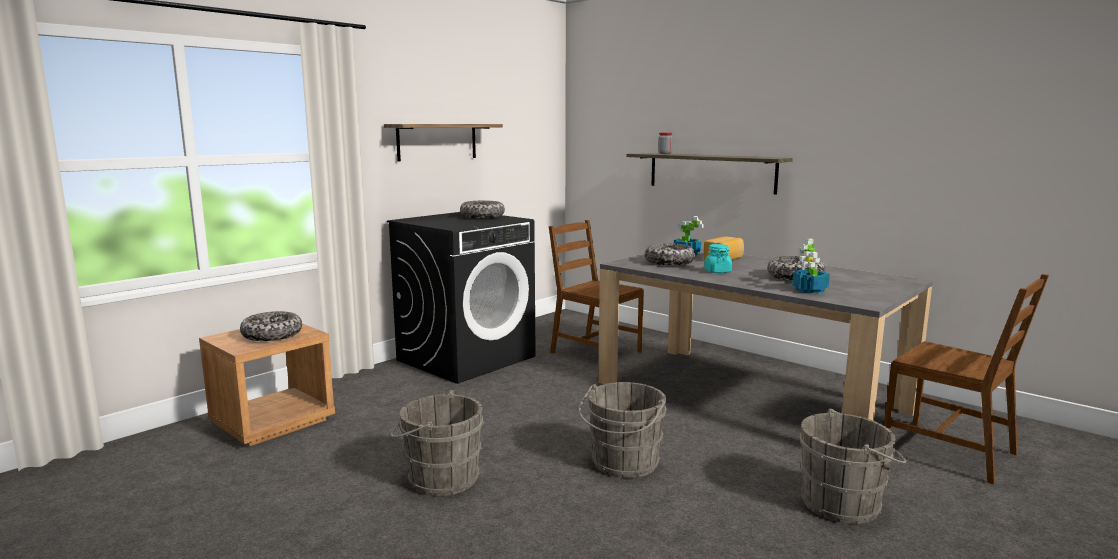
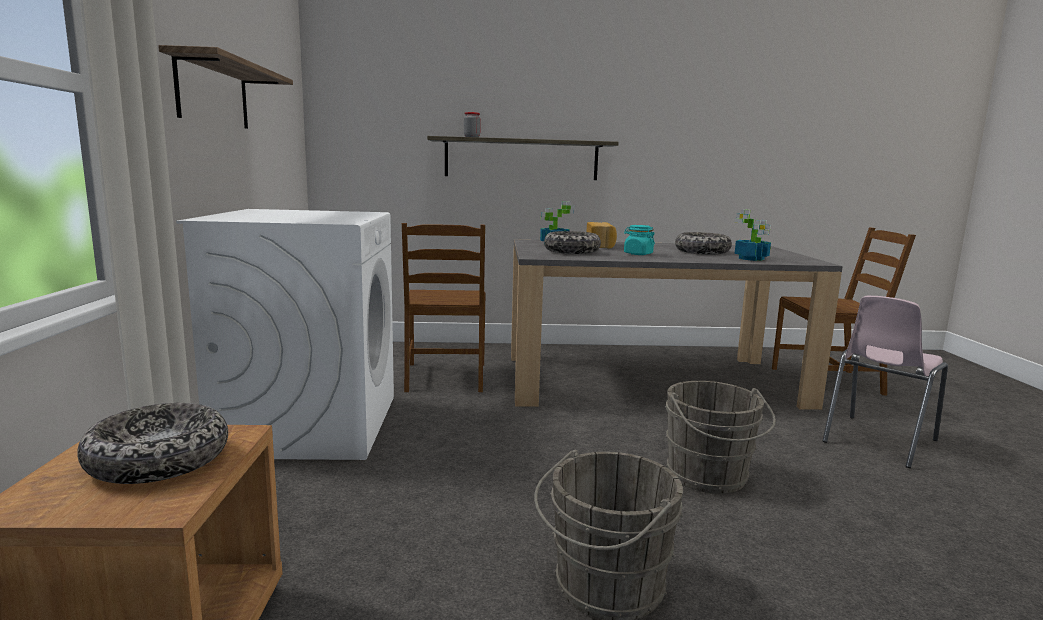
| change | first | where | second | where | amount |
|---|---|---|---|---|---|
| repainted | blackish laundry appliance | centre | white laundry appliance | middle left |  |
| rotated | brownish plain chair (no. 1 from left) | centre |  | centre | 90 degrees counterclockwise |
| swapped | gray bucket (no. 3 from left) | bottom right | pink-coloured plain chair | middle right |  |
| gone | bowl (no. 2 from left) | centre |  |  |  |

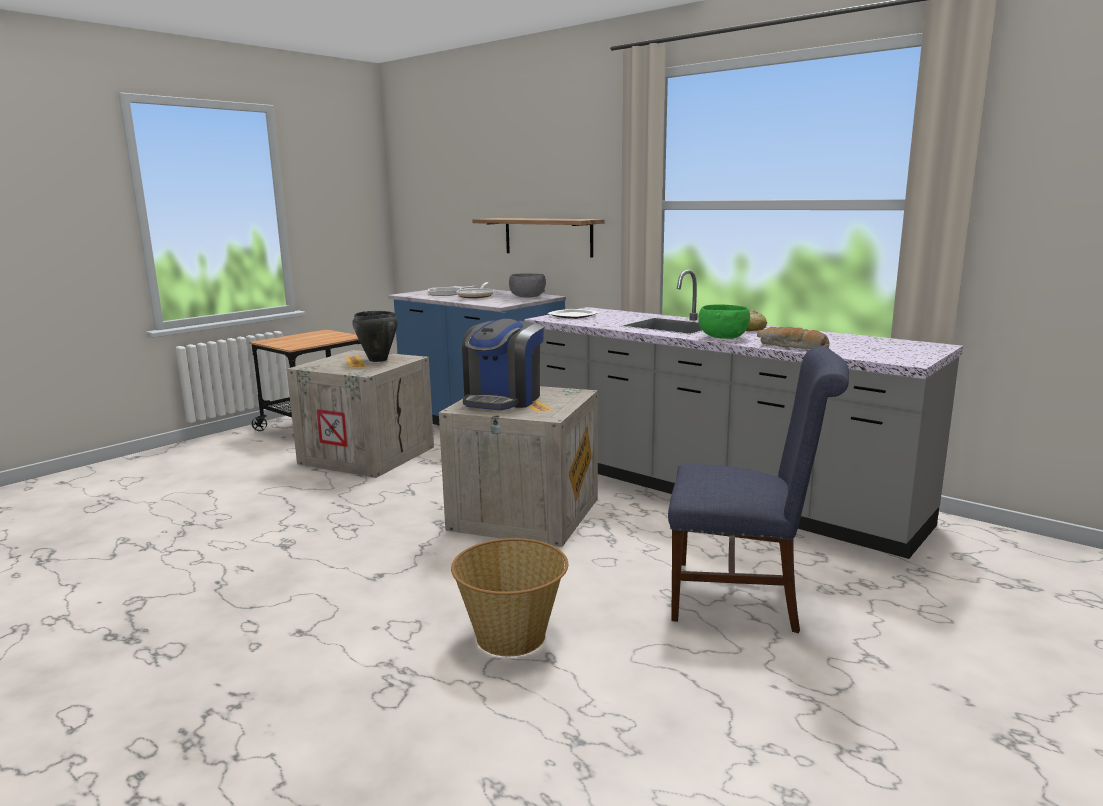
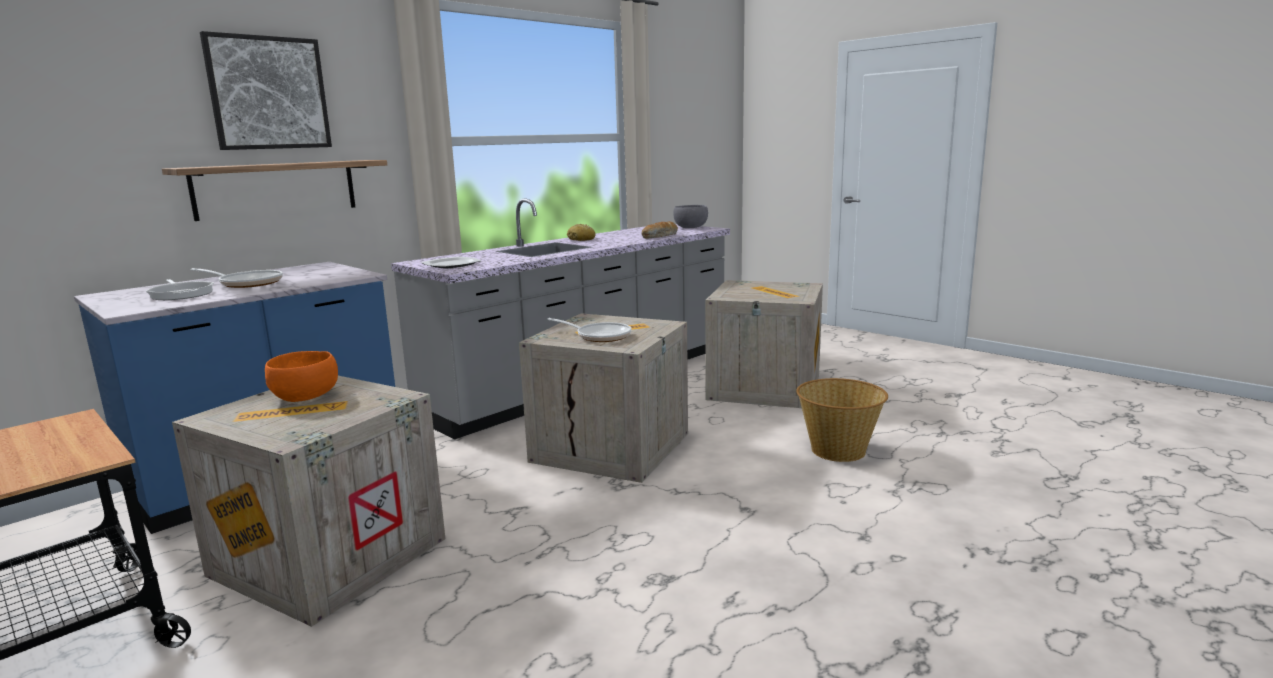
| change | first | where | second | where | amount |
|---|---|---|---|---|---|
| new |  |  | picture | top left |  |
| swapped | blackish cooking pot | centre | orange bowl | middle left |  |
| swapped | coffee machine | centre | skillet (no. 3 from left) | centre |  |
| shifted | gray bowl | centre |  | top centre |  |
| swapped | blue plain chair | middle right | crate (no. 3 from left) | centre |  |
| gone | green-coloured bowl | centre |  |  |  |

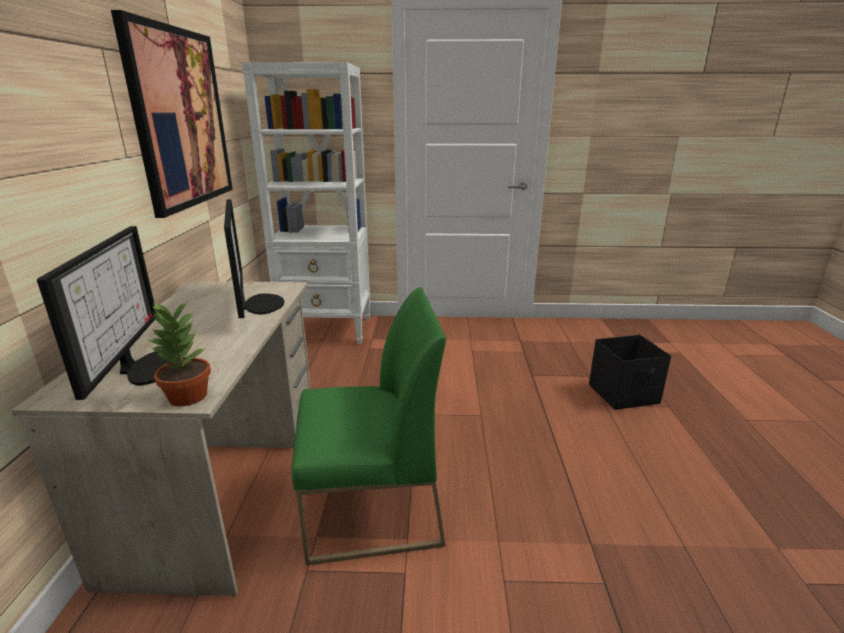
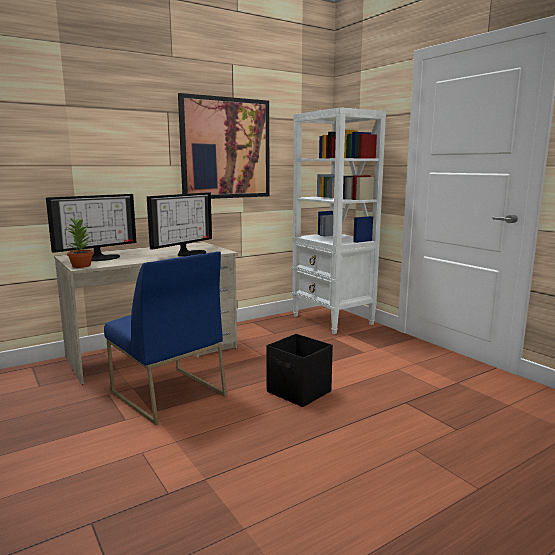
| change | first | where | second | where | amount |
|---|---|---|---|---|---|
| repainted | green-coloured plain chair | bottom centre | blue plain chair | middle left |  |
| shifted | blackish storage container | middle right |  | bottom centre |  |

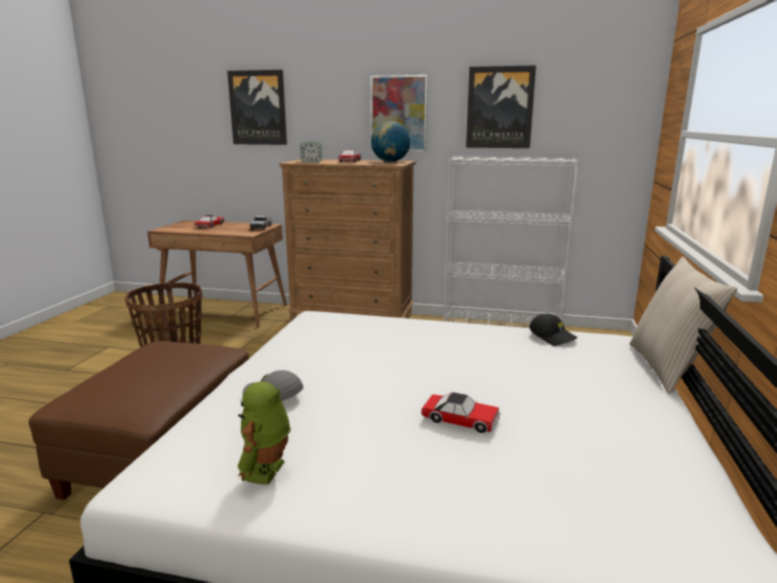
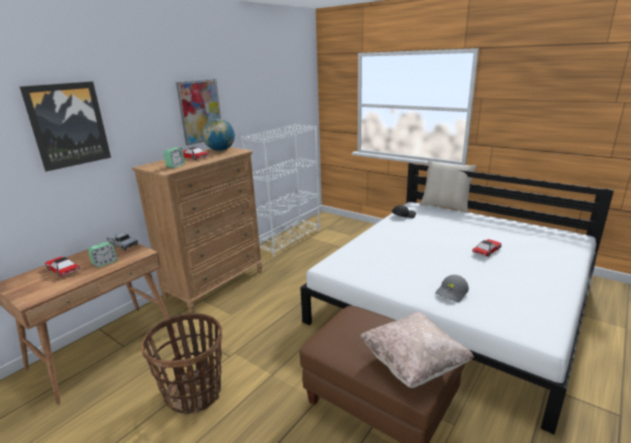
| change | first | where | second | where | amount |
|---|---|---|---|---|---|
| new |  |  | alarm clock (no. 1 from left) | middle left |  |
| new |  |  | beige cushion (no. 1 from left) | bottom centre |  |
| gone | toy robot | bottom centre |  |  |  |
| gone | picture (no. 3 from left) | top centre |  |  |  |

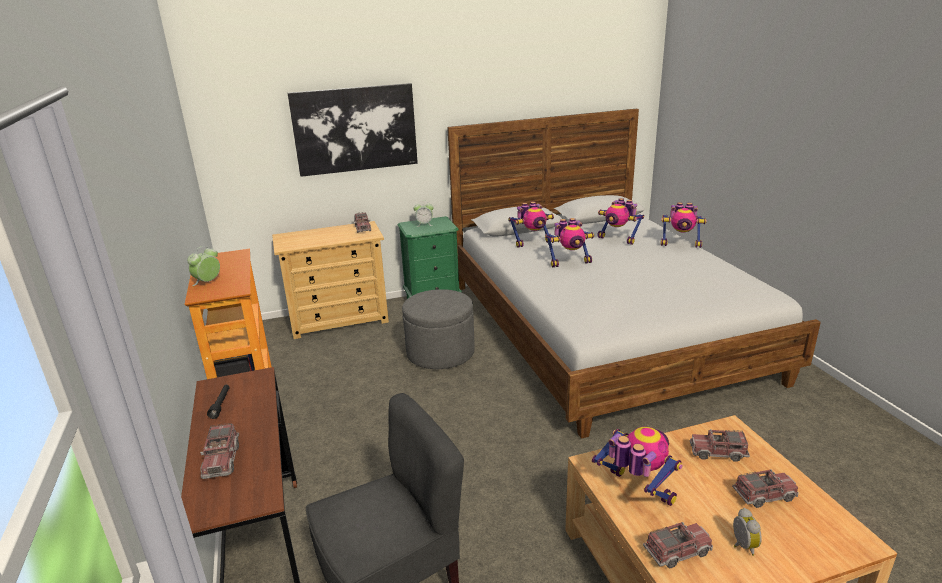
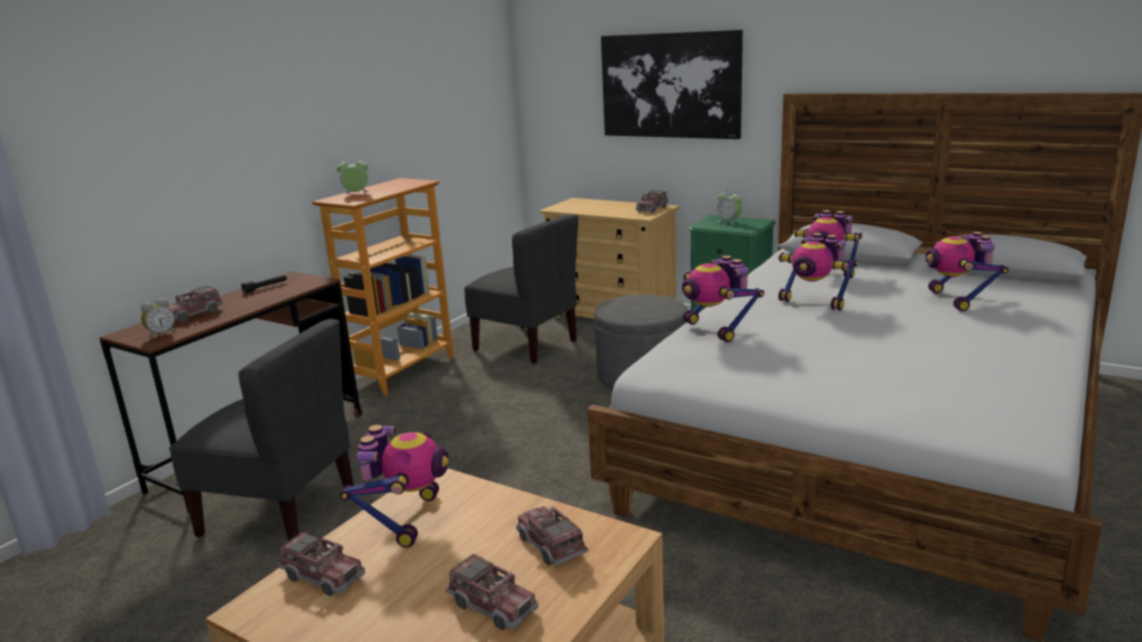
| change | first | where | second | where | amount |
|---|---|---|---|---|---|
| shifted | alarm clock (no. 3 from left in the first image) | bottom right | alarm clock (no. 1 from left) | middle left |  |
| new |  |  | gray plain chair (no. 2 from left) | centre |  |
| shifted | toy robot (no. 5 from left in the first image) | middle right | toy robot (no. 2 from left) | centre |  |

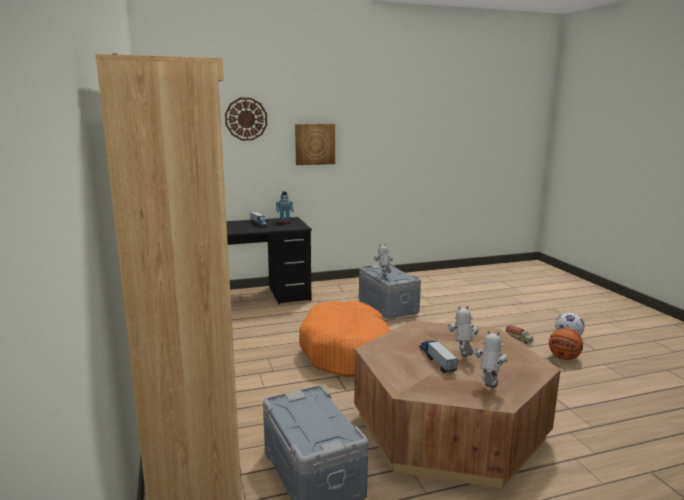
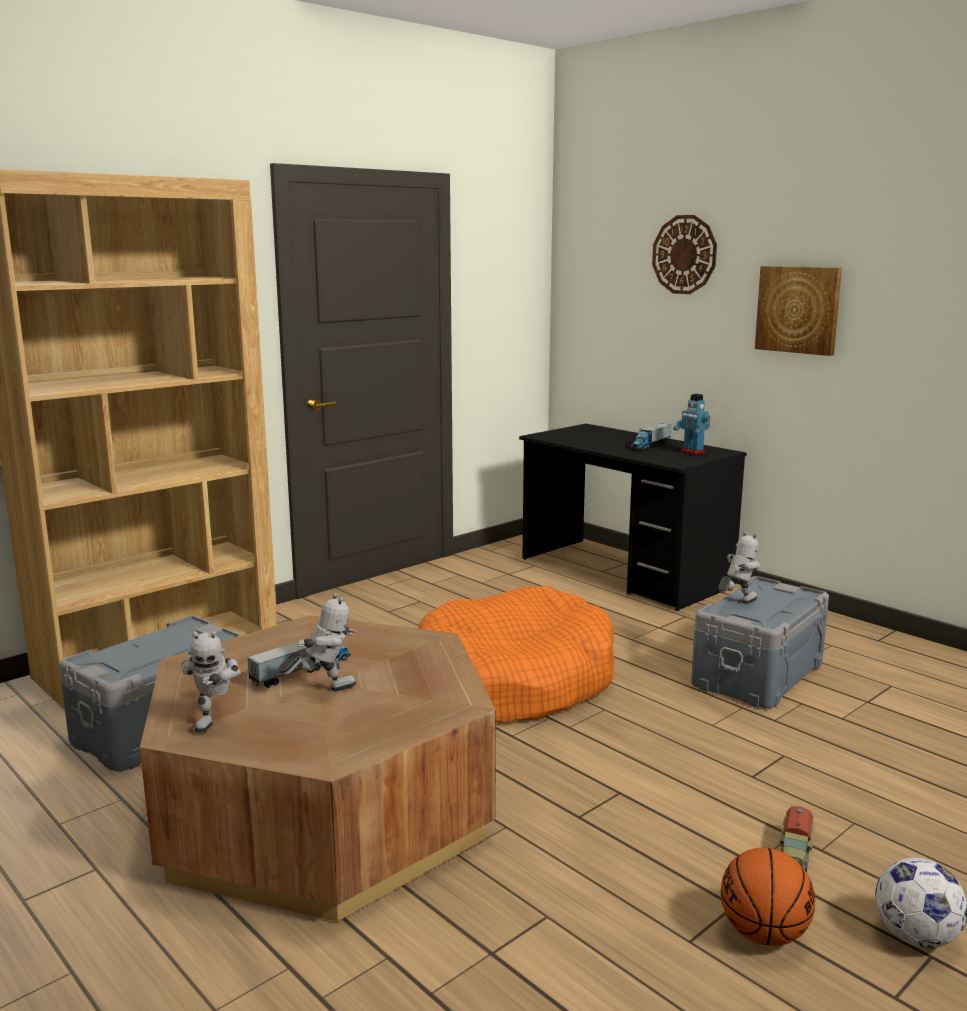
| change | first | where | second | where | amount |
|---|---|---|---|---|---|
| rotated | toy robot (no. 4 from left in the first image) | bottom right | toy robot (no. 1 from left) | bottom left | 90 degrees clockwise |

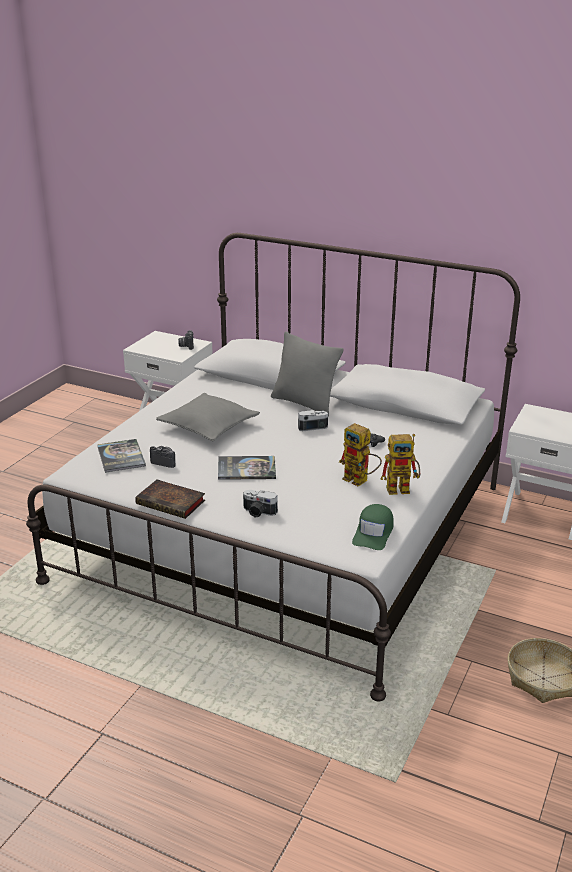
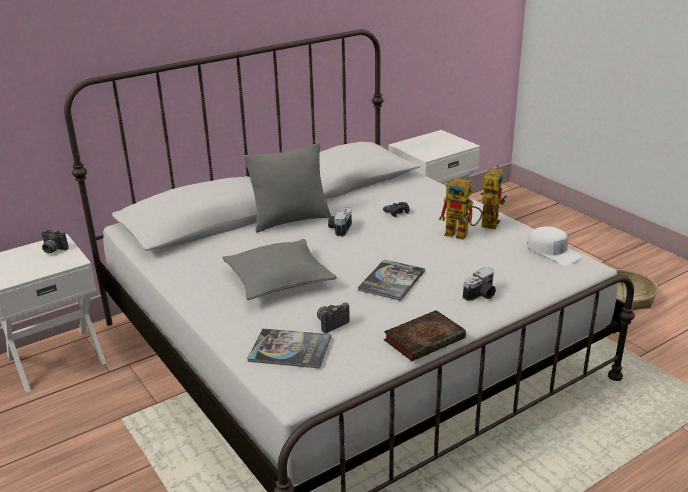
| change | first | where | second | where | amount |
|---|---|---|---|---|---|
| rotated | toy robot (no. 1 from left) | centre |  | middle right | 45 degrees clockwise |
| repainted | green-coloured peaked cap | centre | white peaked cap | middle right |  |

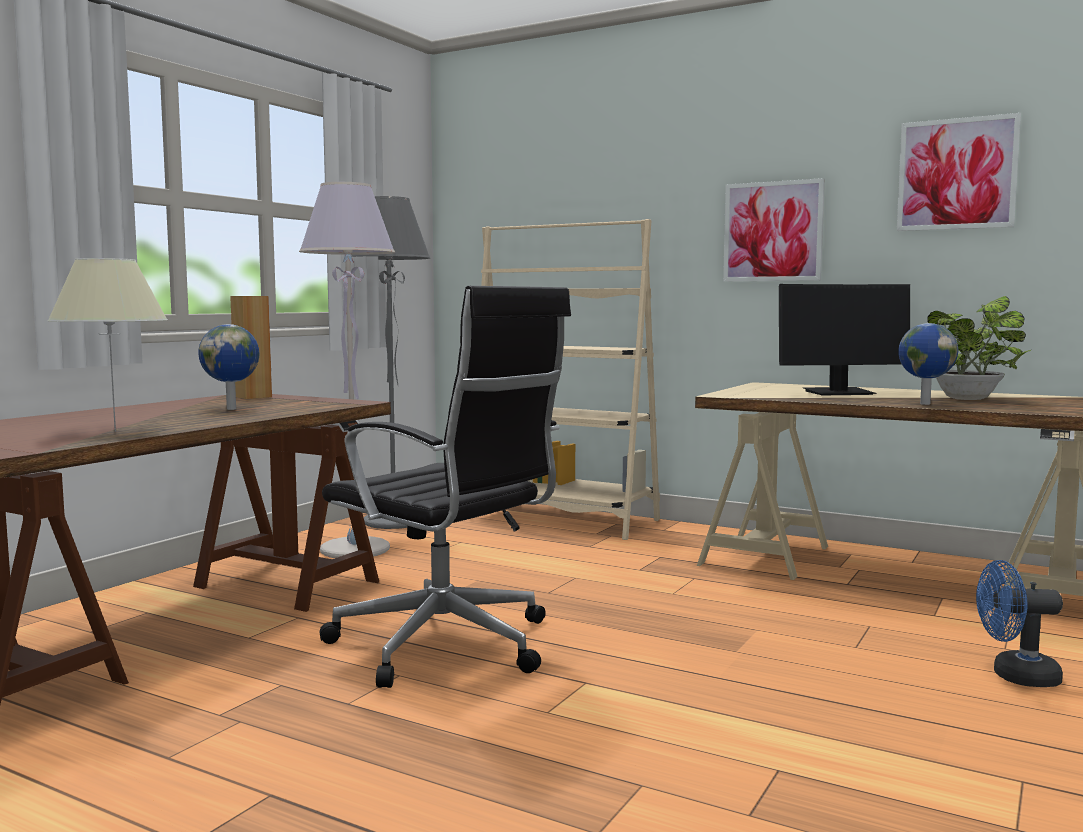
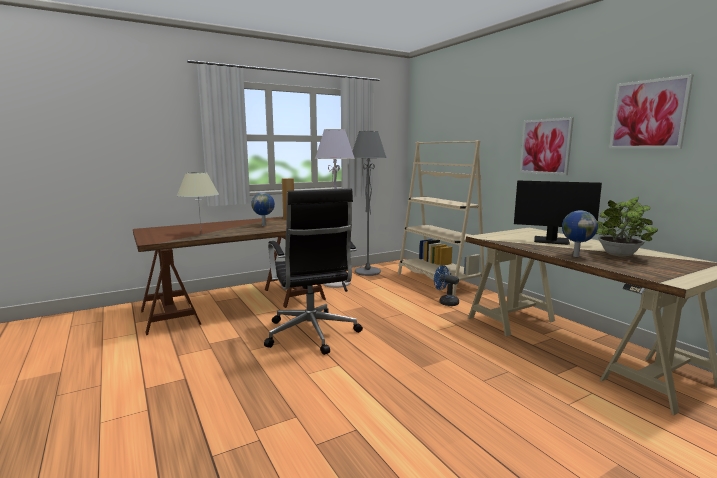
| change | first | where | second | where | amount |
|---|---|---|---|---|---|
| shifted | blue fan | bottom right |  | centre |  |

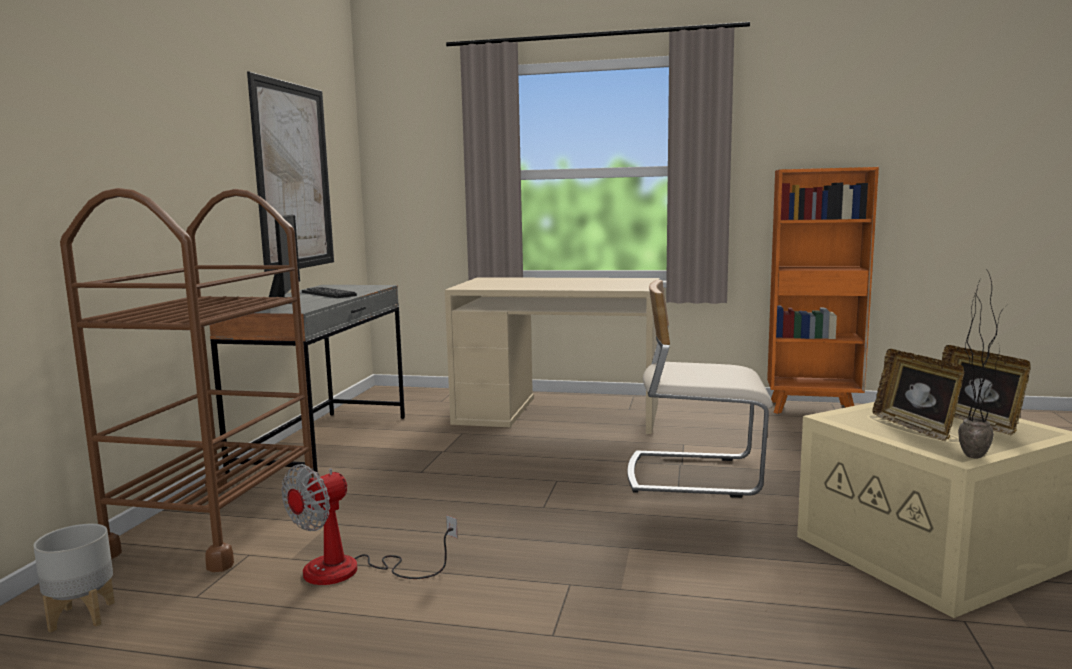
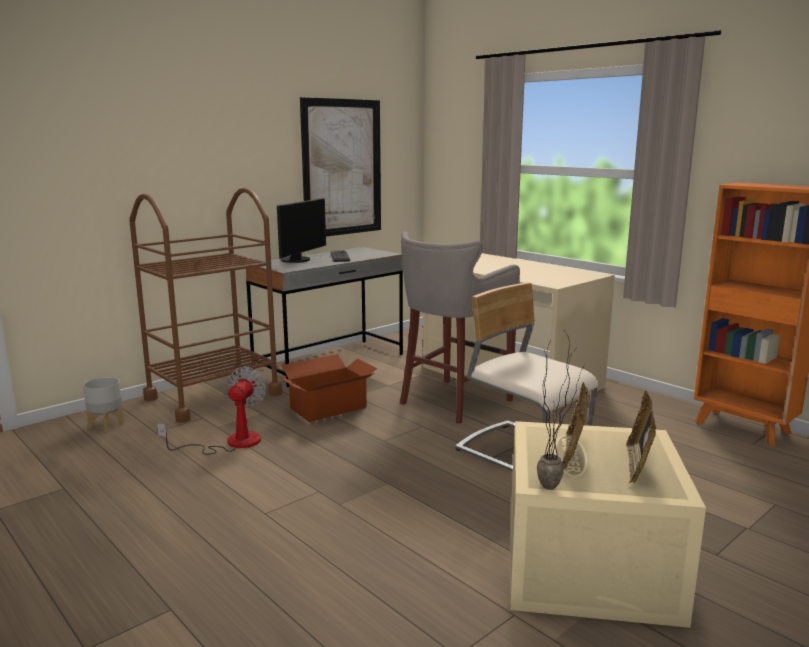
| change | first | where | second | where | amount |
|---|---|---|---|---|---|
| rotated | fan | bottom centre |  | middle left | 120 degrees clockwise |
| new |  |  | packing box | centre |  |
| new |  |  | gray stool | centre |  |

